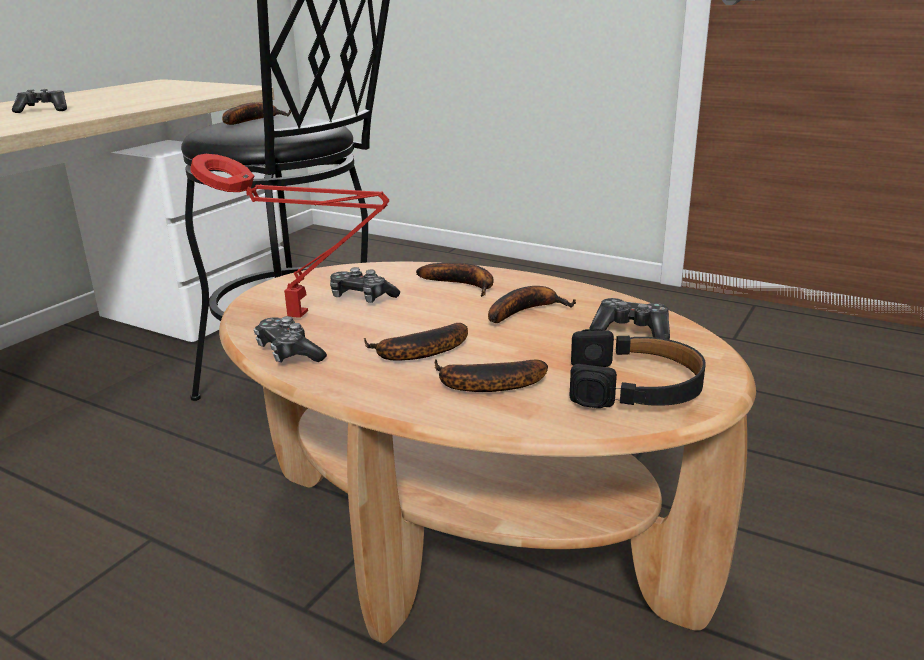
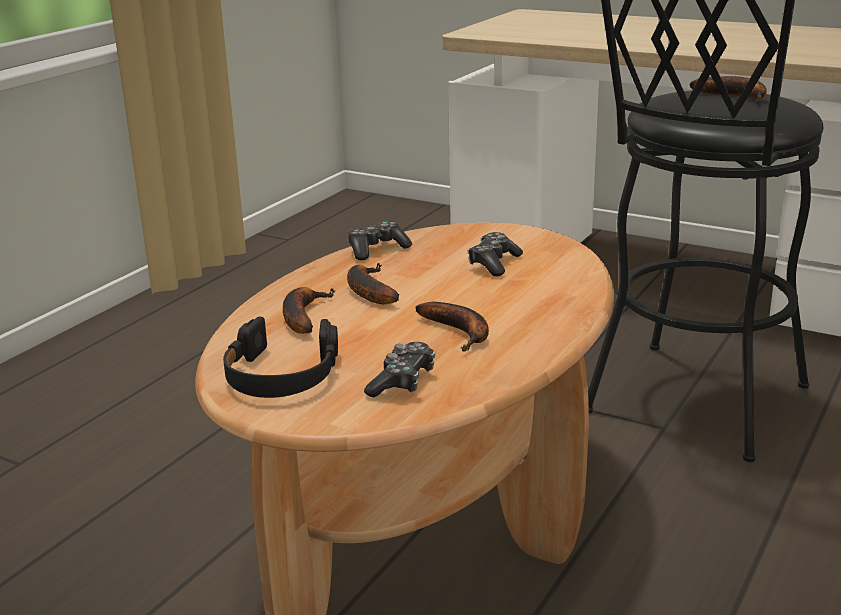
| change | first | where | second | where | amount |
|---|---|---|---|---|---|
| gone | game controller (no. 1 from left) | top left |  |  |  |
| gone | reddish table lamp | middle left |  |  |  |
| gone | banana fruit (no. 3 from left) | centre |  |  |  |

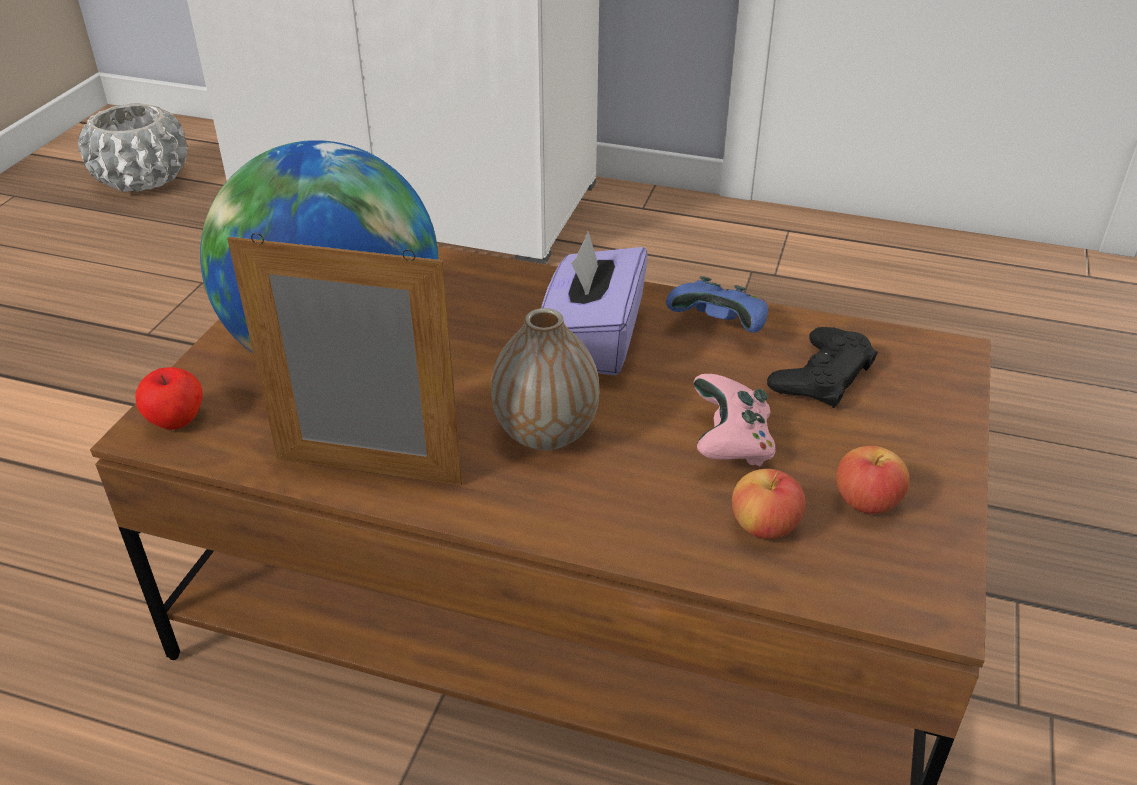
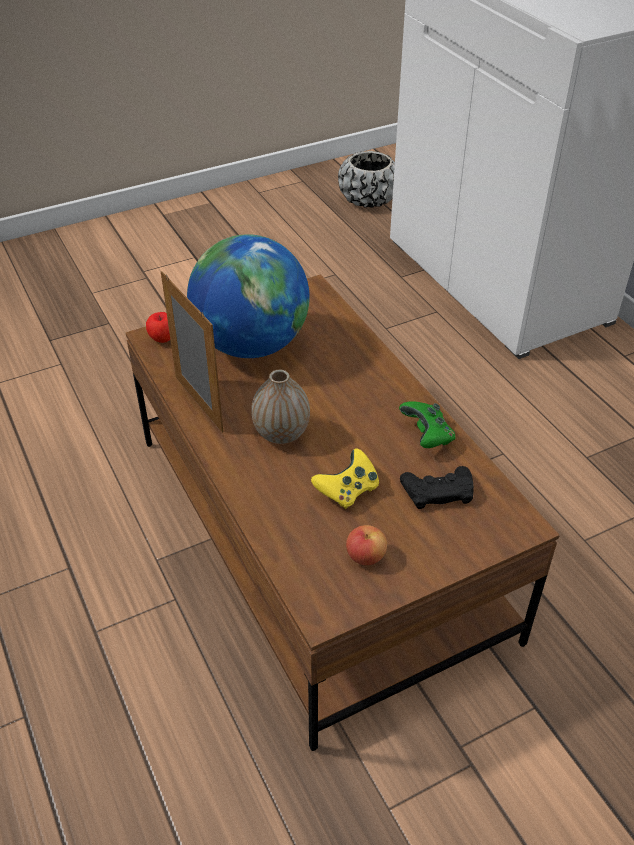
| change | first | where | second | where | amount |
|---|---|---|---|---|---|
| repainted | pink-coloured game controller | centre | yellow game controller | centre |  |
| repainted | white planter | top left | blackish planter | top centre |  |
| repainted | blue game controller | centre | green-coloured game controller | middle right |  |
| gone | purplish tissue holder | centre |  |  |  |
| gone | apple (no. 2 from left) | middle right |  |  |  |

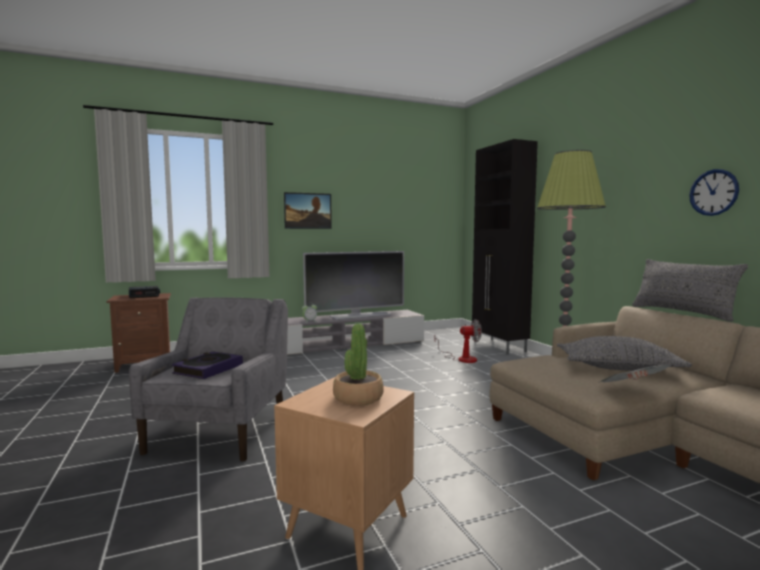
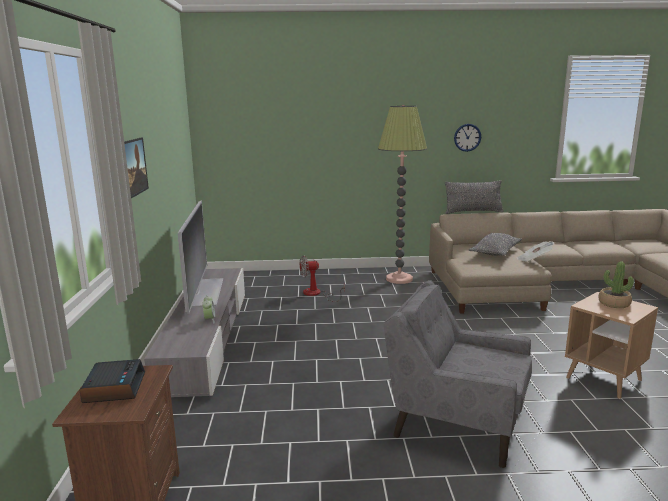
| change | first | where | second | where | amount |
|---|---|---|---|---|---|
| rotated | fan | centre |  | centre | 120 degrees counterclockwise |
| gone | book | middle left |  |  |  |
| gone | blackish cupboard | centre |  |  |  |

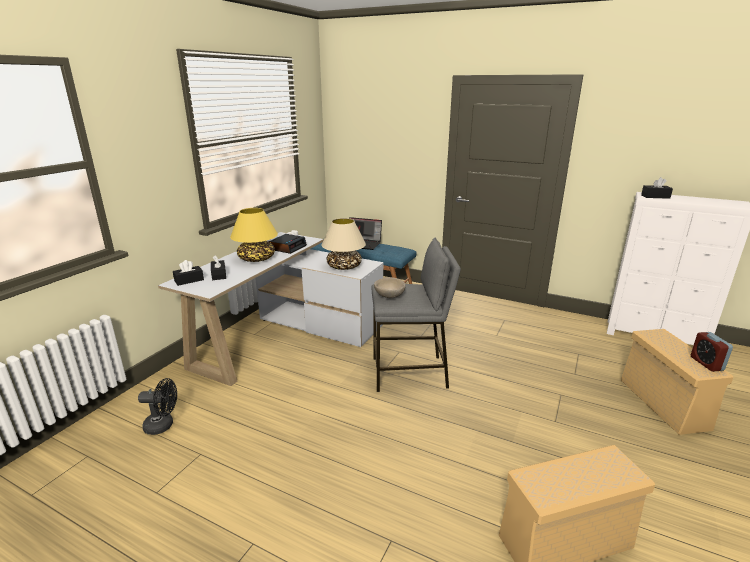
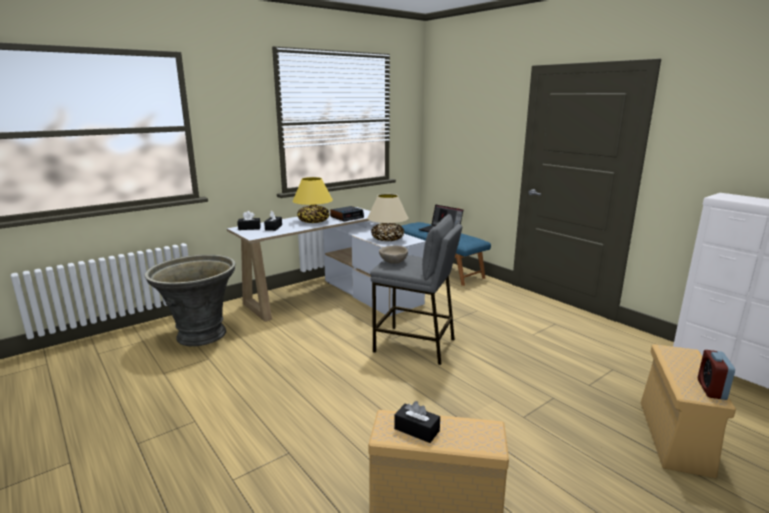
| change | first | where | second | where | amount |
|---|---|---|---|---|---|
| swapped | blackish fan | bottom left | gray planter | middle left |  |
| shifted | blackish tissue holder (no. 3 from left) | middle right |  | bottom centre |  |

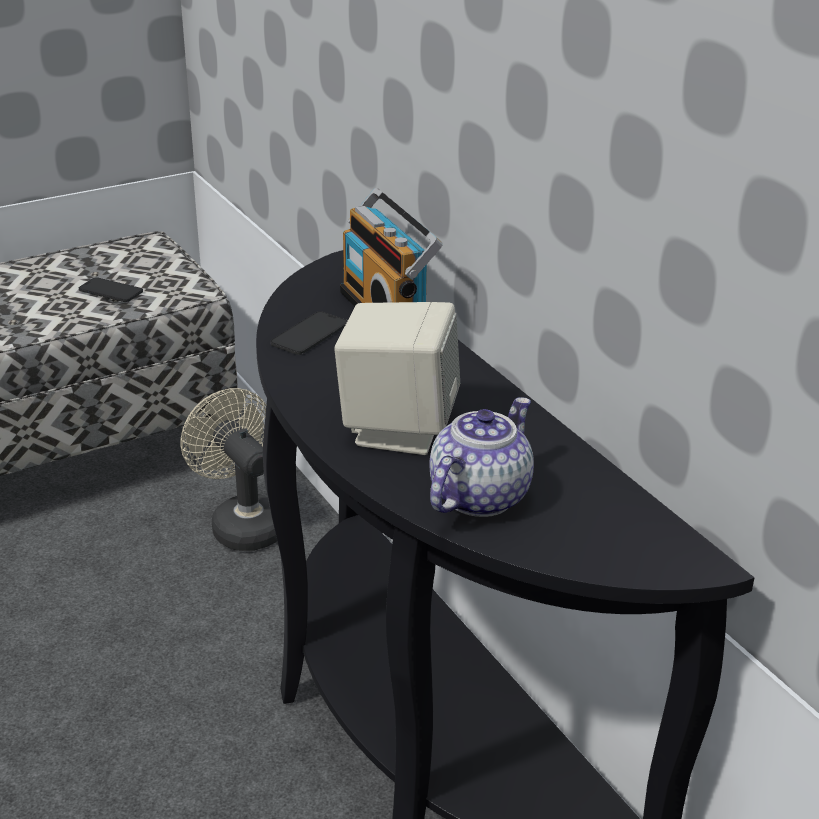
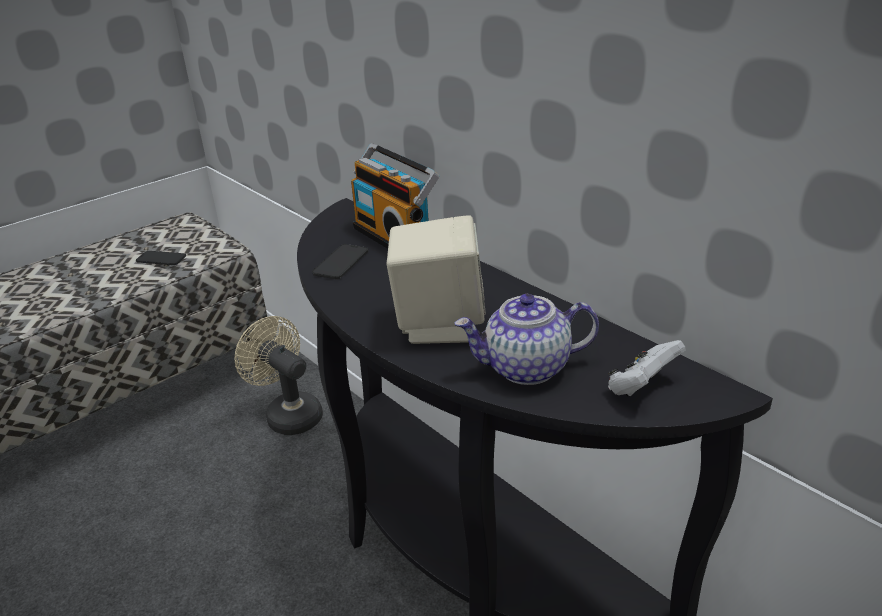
| change | first | where | second | where | amount |
|---|---|---|---|---|---|
| rotated | pot for tea | centre |  | centre | 120 degrees counterclockwise |
| new |  |  | white game controller | middle right |  |

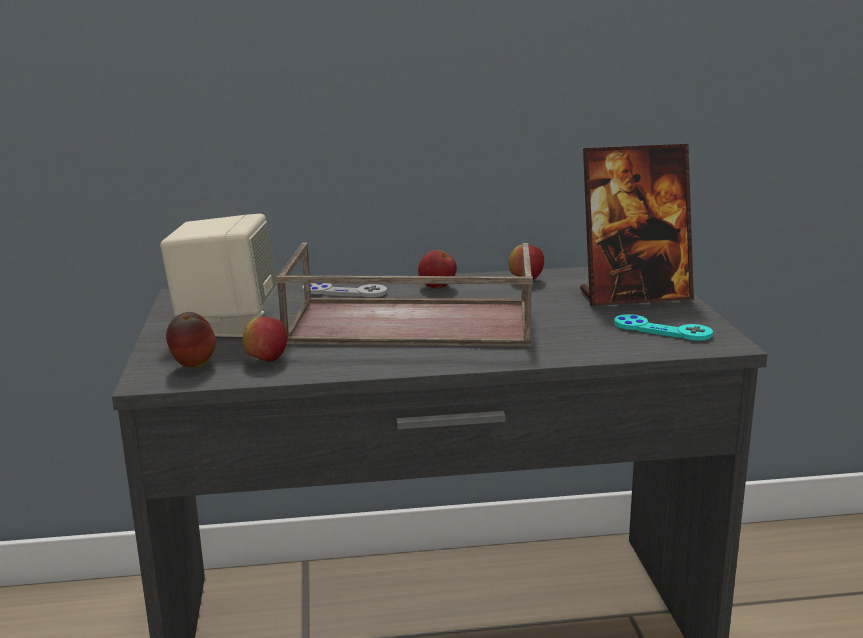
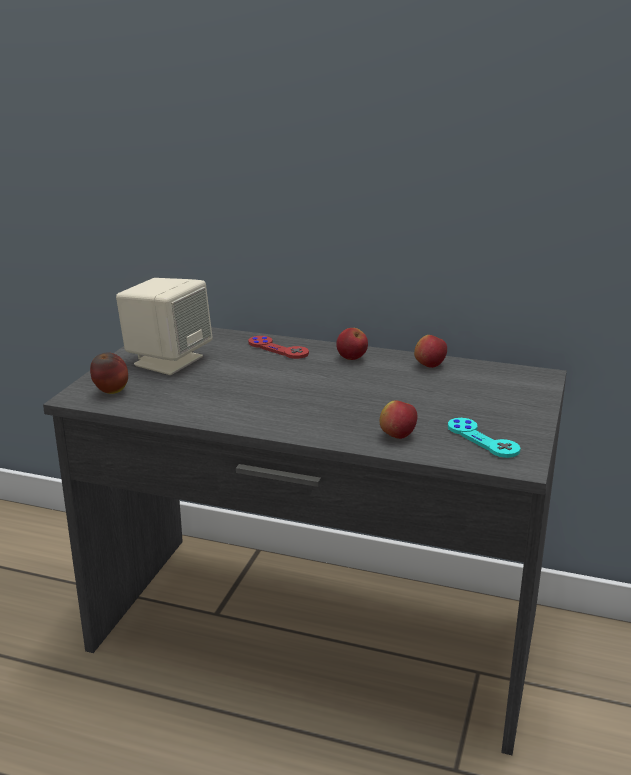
| change | first | where | second | where | amount |
|---|---|---|---|---|---|
| repainted | gray game controller | centre | reddish game controller | centre |  |
| shifted | apple (no. 2 from left in the first image) | middle left | apple (no. 3 from left) | centre |  |
| gone | brownish serving tray | centre |  |  |  |
| gone | photo frame | middle right |  |  |  |

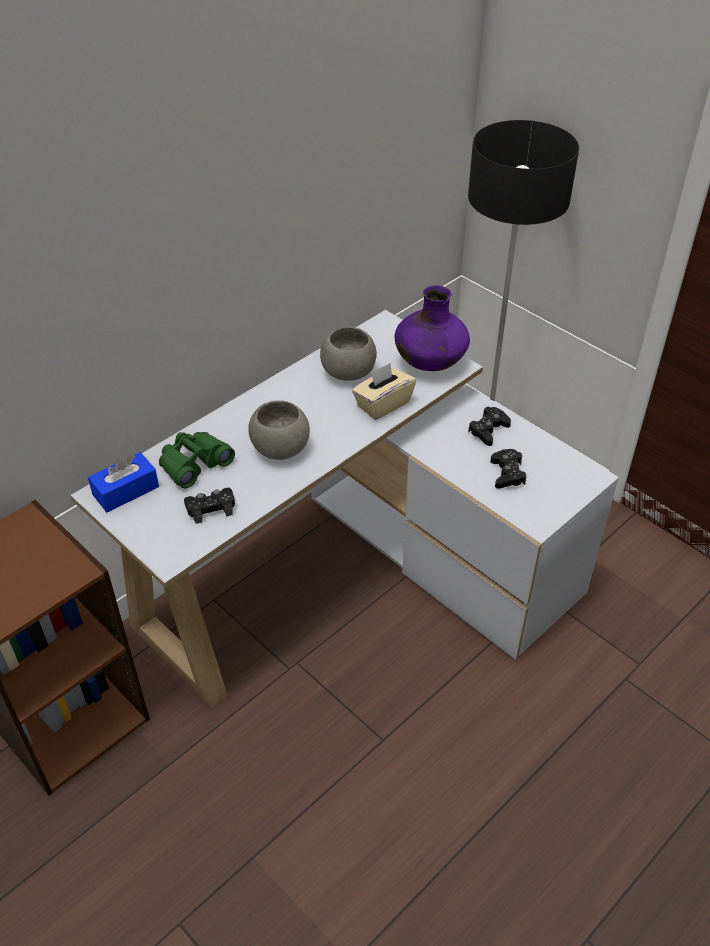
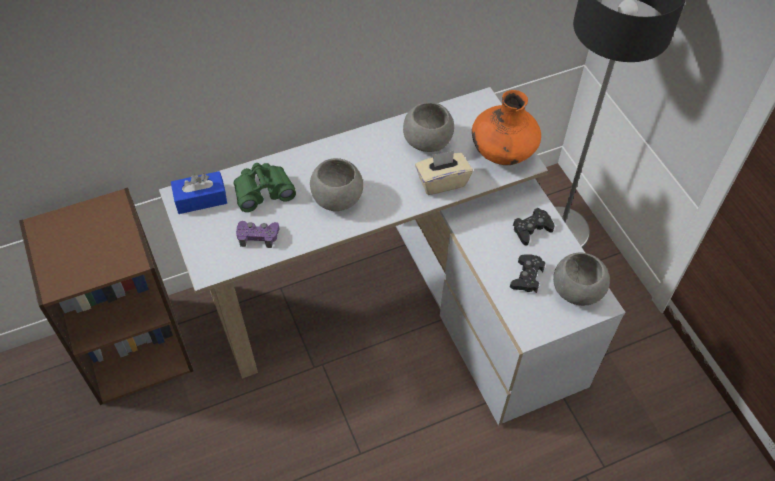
| change | first | where | second | where | amount |
|---|---|---|---|---|---|
| repainted | blackish game controller (no. 1 from left) | middle left | purplish game controller | middle left |  |
| repainted | purplish vase | centre | orange vase | top centre |  |
| new |  |  | gray bowl (no. 3 from left) | middle right |  |

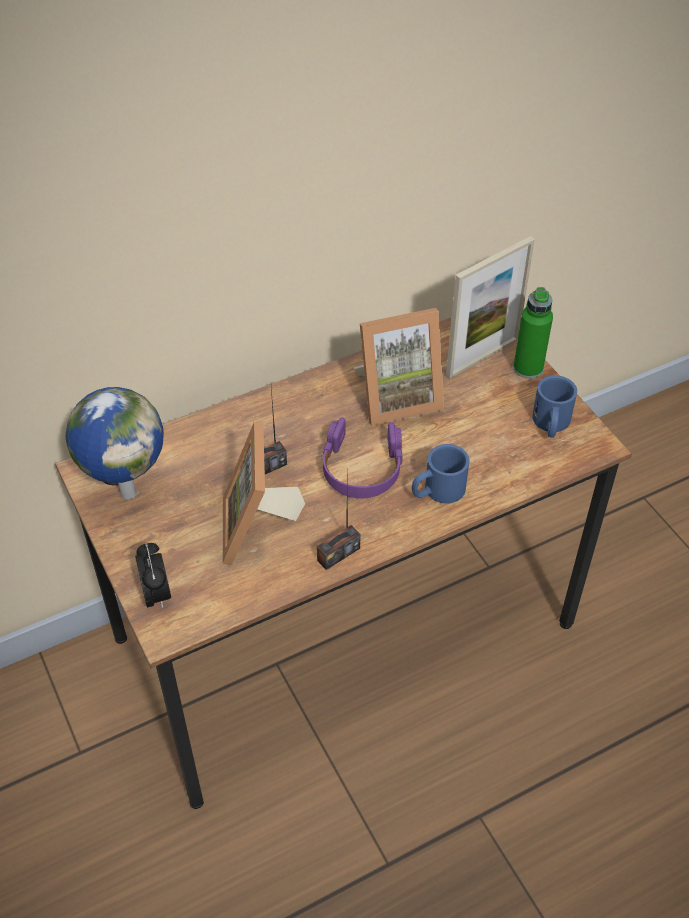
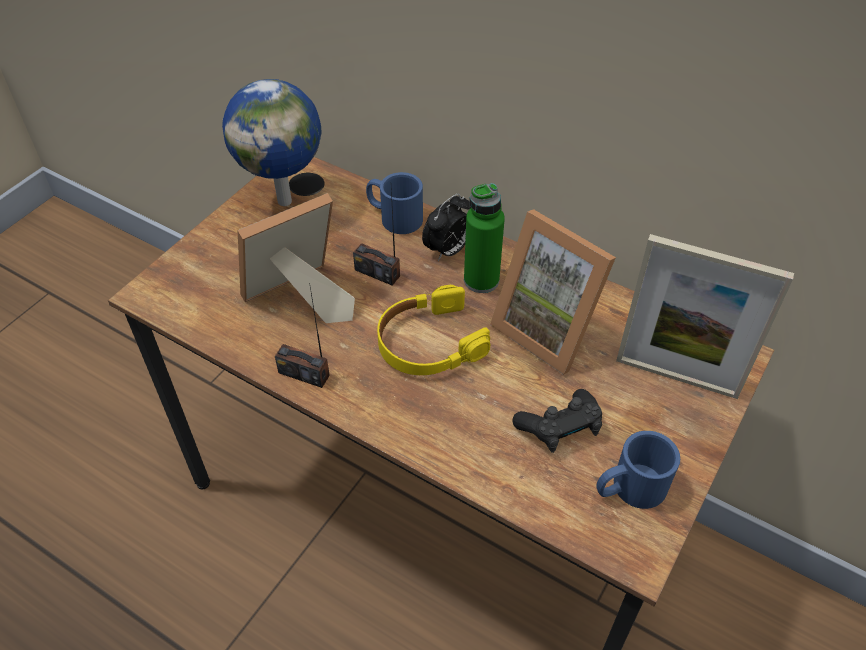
| change | first | where | second | where | amount |
|---|---|---|---|---|---|
| shifted | blue tea mug (no. 1 from left) | centre |  | top centre |  |
| repainted | purplish headphones | centre | yellow headphones | centre |  |
| shifted | alarm clock | middle left |  | centre |  |
| shifted | green-coloured bottle | middle right |  | centre |  |
| new |  |  | blackish game controller | centre |  |

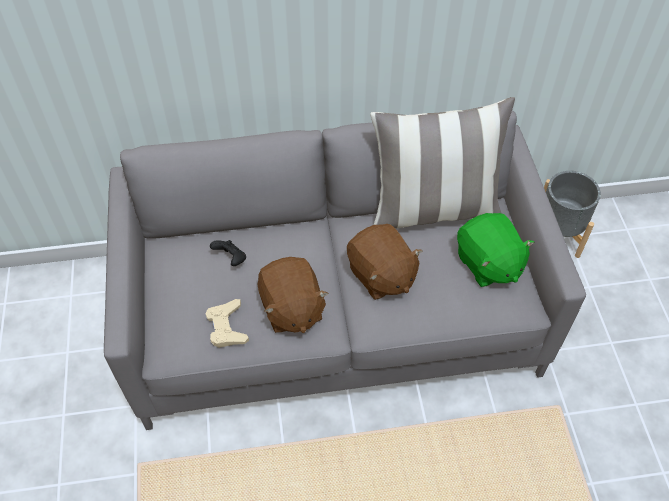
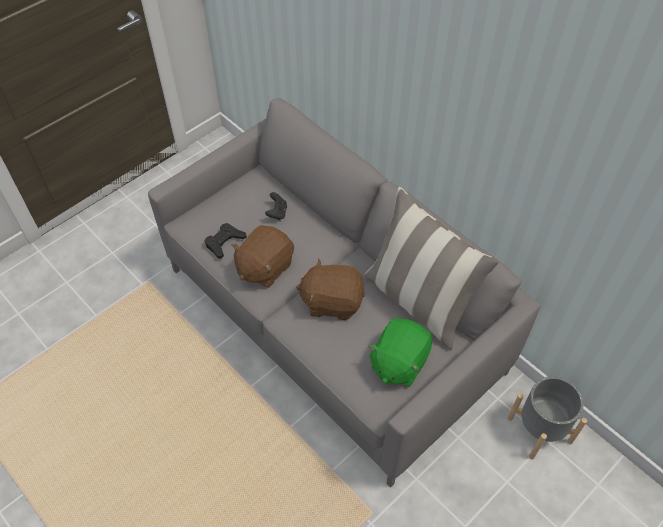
| change | first | where | second | where | amount |
|---|---|---|---|---|---|
| repainted | beige game controller | centre | blackish game controller (no. 1 from left) | centre |  |
| rotated | brownish cuddly toy (no. 2 from left) | centre |  | centre | 75 degrees clockwise |

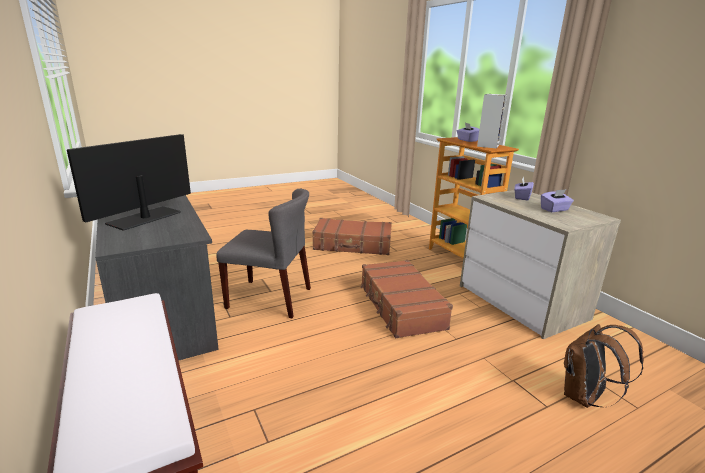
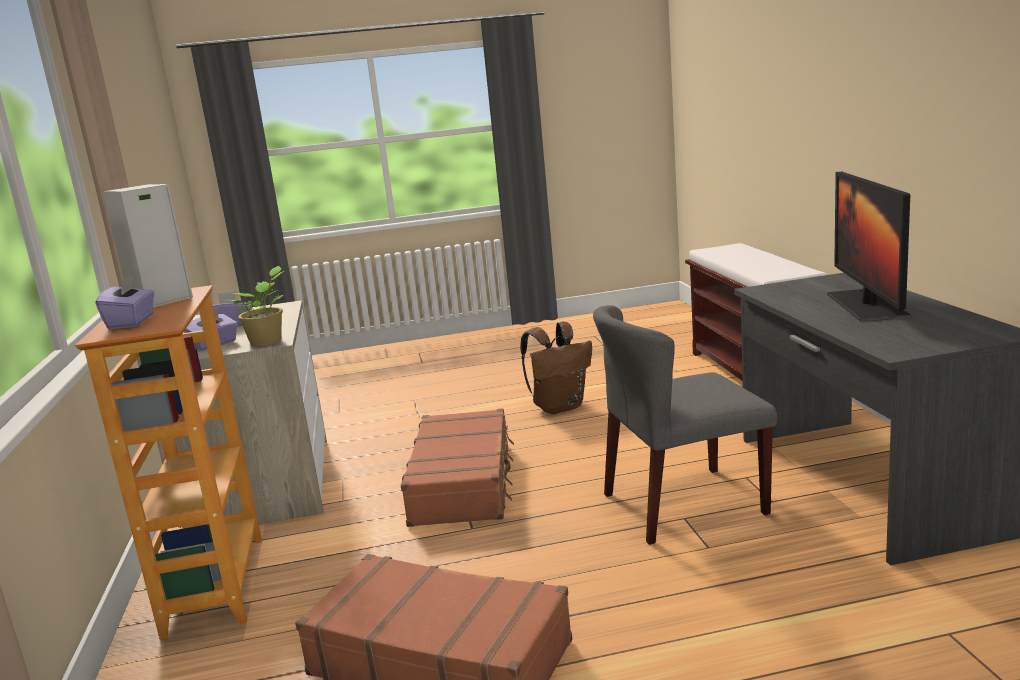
| change | first | where | second | where | amount |
|---|---|---|---|---|---|
| new |  |  | houseplant | middle left |  |
| shifted | brownish backpack | bottom right |  | centre |  |
| rotated | gray plain chair | centre |  | middle right | 45 degrees counterclockwise |
| rotated | computer screen | middle left |  | middle right | 135 degrees clockwise |

